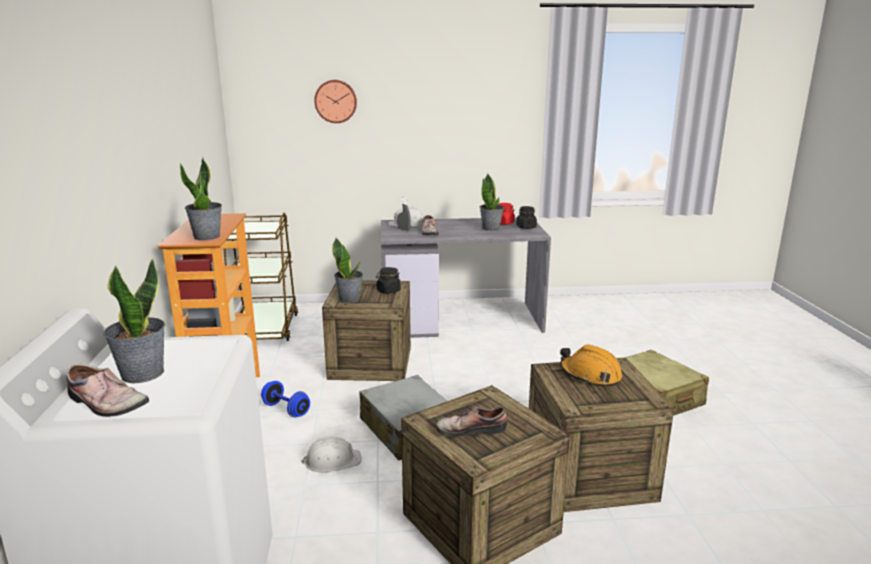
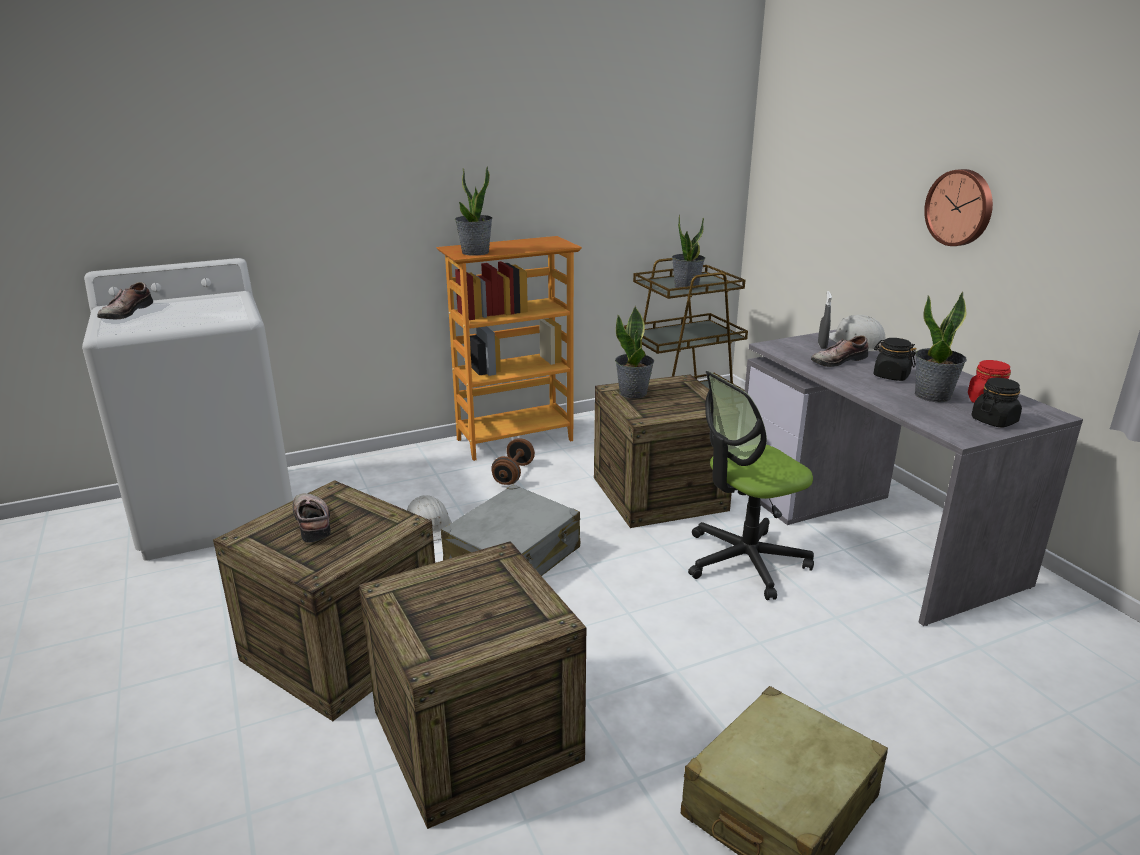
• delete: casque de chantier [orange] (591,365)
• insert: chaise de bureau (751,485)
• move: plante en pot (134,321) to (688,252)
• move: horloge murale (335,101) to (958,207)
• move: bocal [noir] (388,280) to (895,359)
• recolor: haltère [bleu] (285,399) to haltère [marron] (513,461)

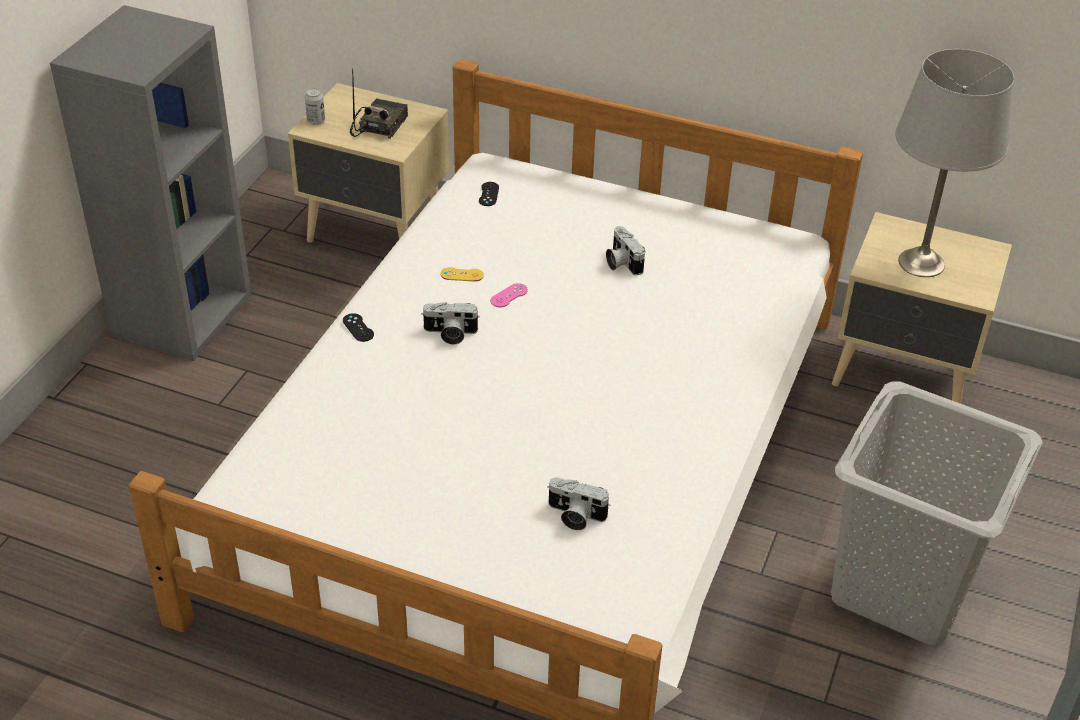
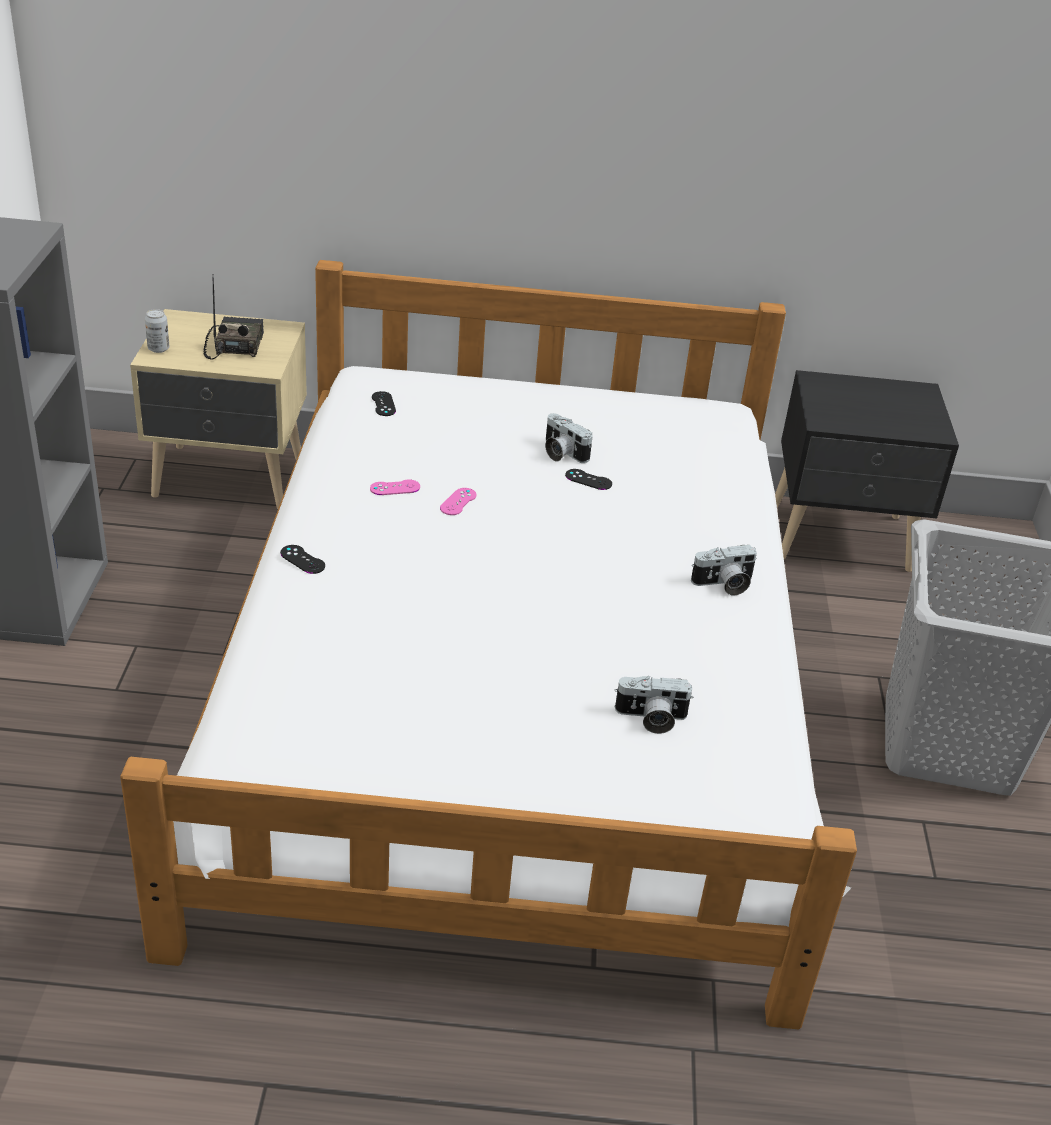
• delete: lampe de table [gris] (954,163)
• insert: manette [noir] (588,479)
• move: appareil photo (450,323) to (724,570)
• recolor: manette [jaune] (462,274) to manette [rose] (395,487)
• recolor: table de chevet [beige] (922,308) to table de chevet [noir] (867,471)

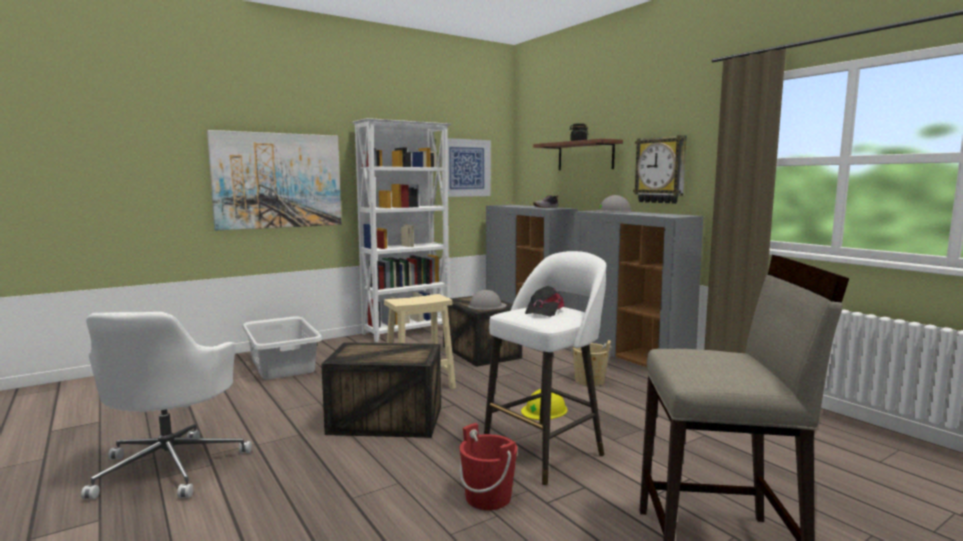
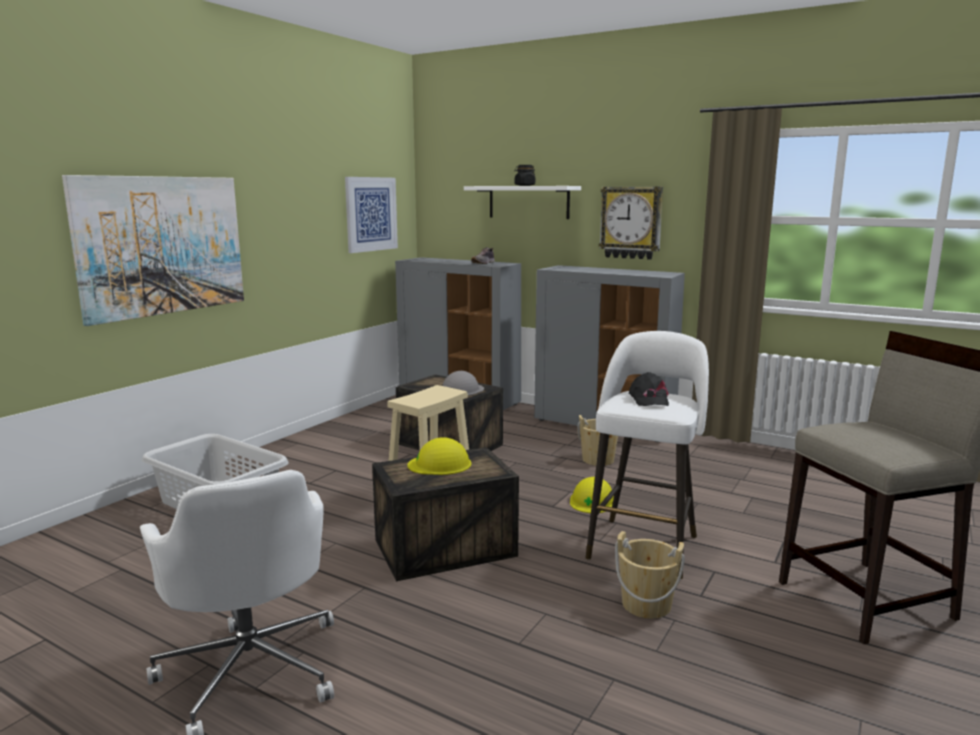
• delete: bibliothèque [blanc] (401,230)
• delete: casque de chantier [gris] (613,204)
• insert: casque de chantier [jaune] (439,456)
• recolor: seau [rouge] (488,466) to seau [beige] (650,575)
• recolor: étagère [marron] (578,154) to étagère [blanc] (522,202)

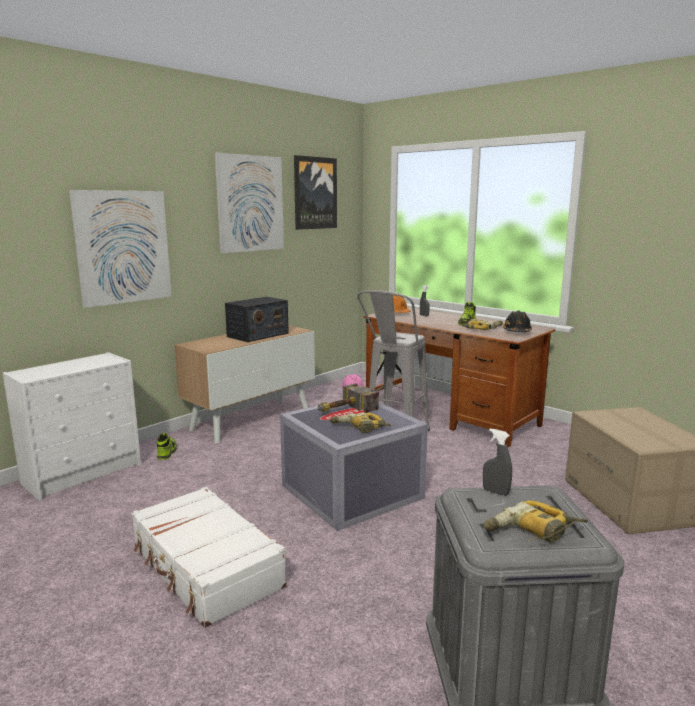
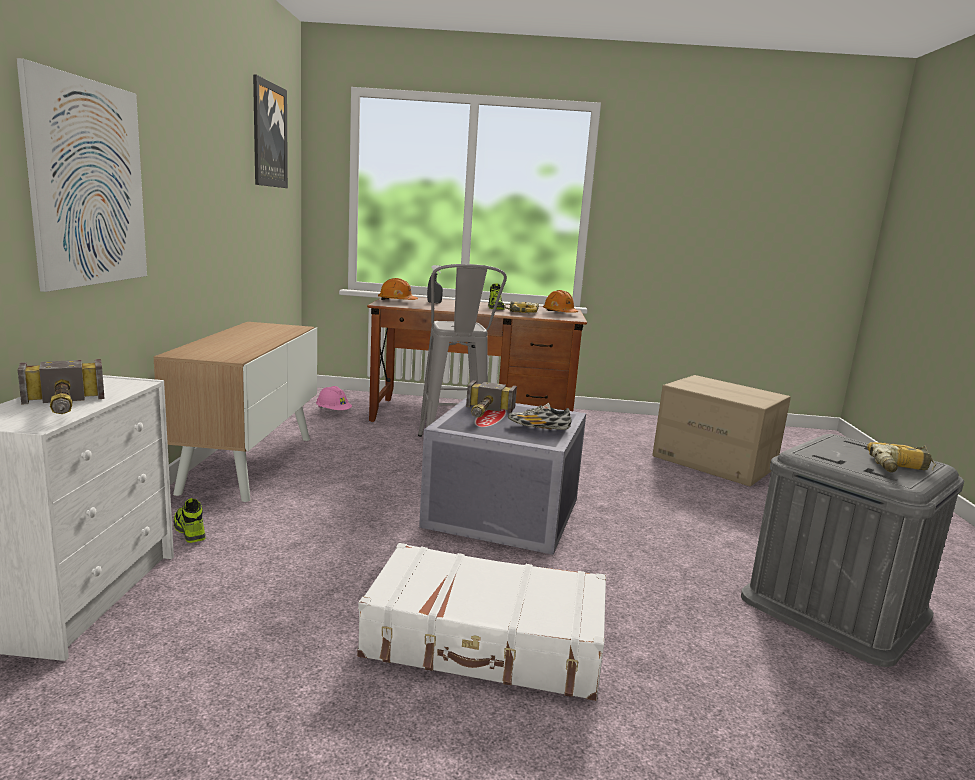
• delete: tableau (249,203)
• delete: radio (257,319)
• delete: vaporisateur [gris] (497,462)
• insert: marteau (61,386)
• replace: perceuse (360,422) to chaussure (540,416)
• recolor: casque de chantier [noir] (517,321) to casque de chantier [orange] (560,301)

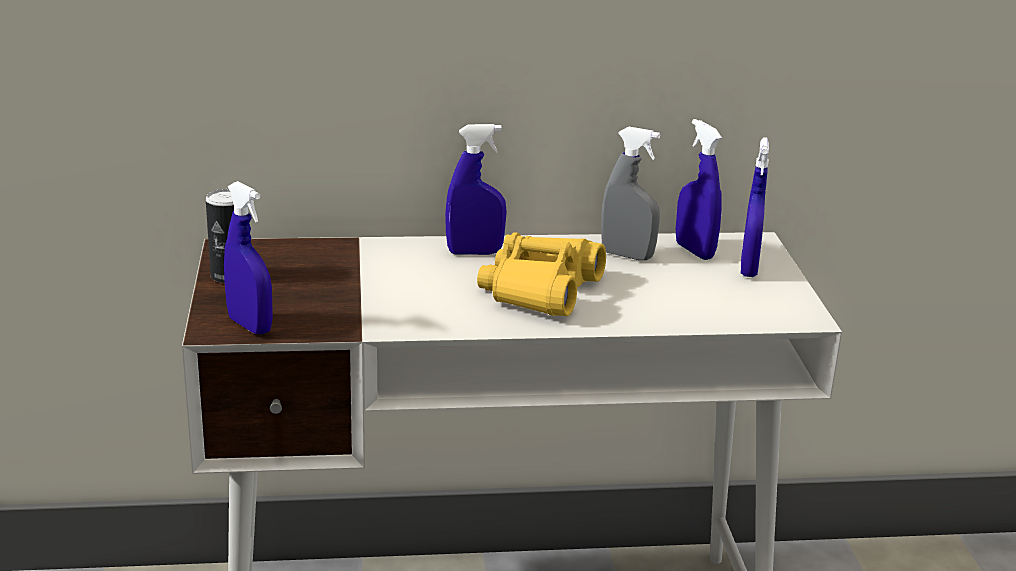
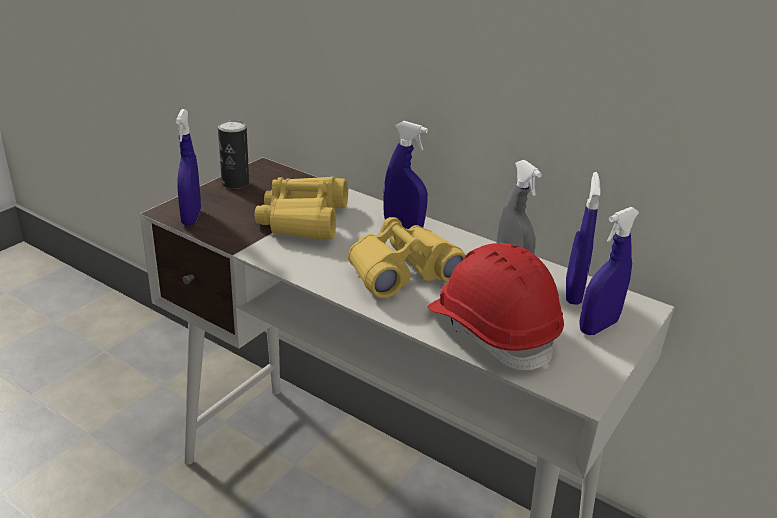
• insert: jumelles [jaune] (301,208)
• insert: casque de chantier [rouge] (496,306)

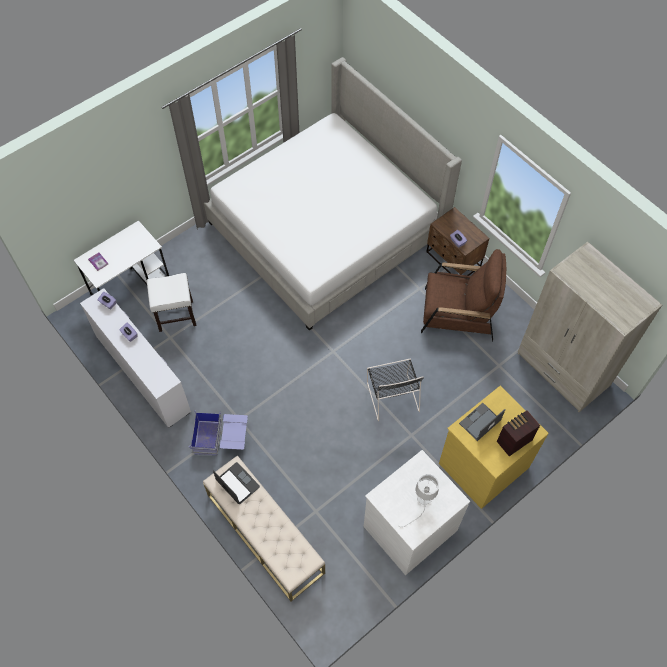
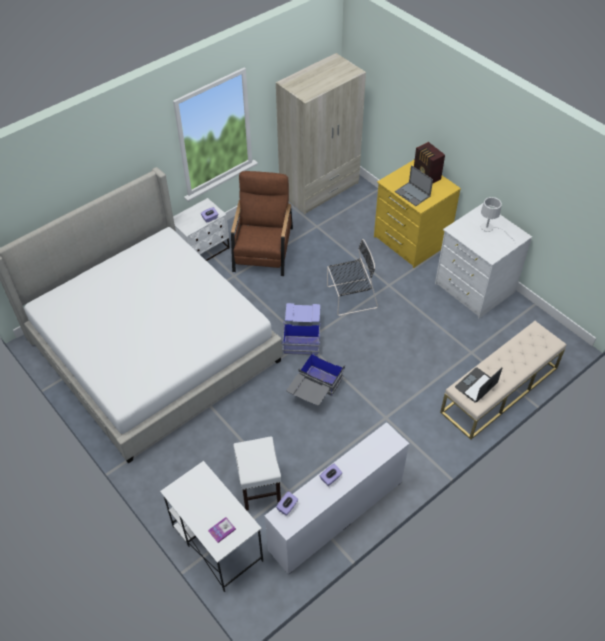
• insert: boîte de rangement [gris] (315,379)
• move: boîte de rangement [bleu] (218,432) to (301,329)
• recolor: table de chevet [marron] (458,241) to table de chevet [blanc] (201,229)

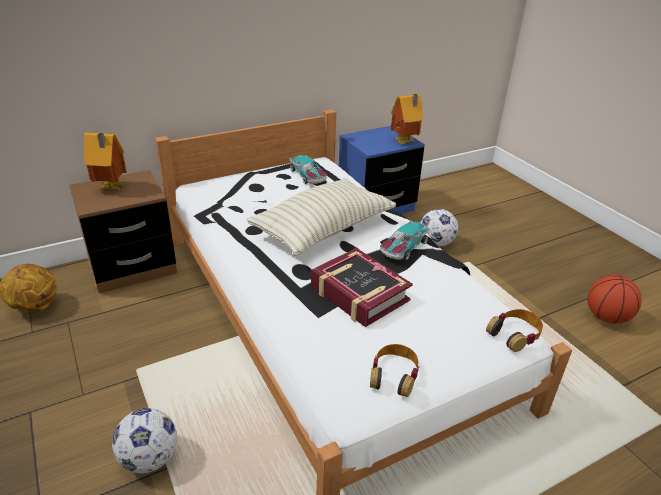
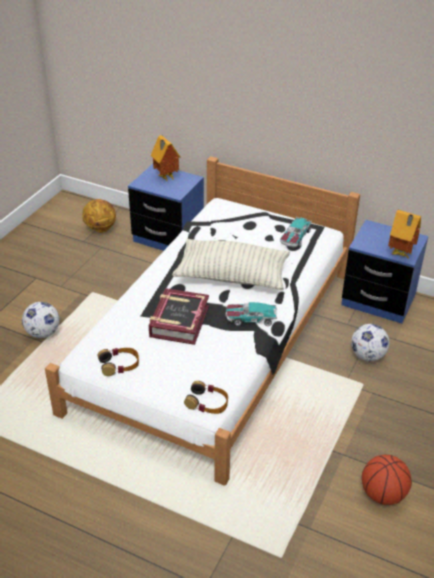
• recolor: table de chevet [marron] (123,231) to table de chevet [bleu] (166,207)

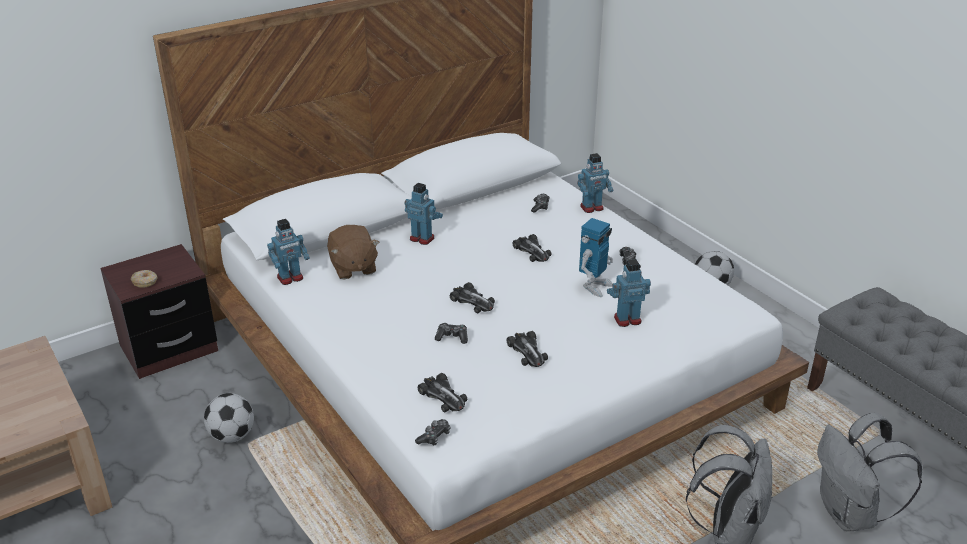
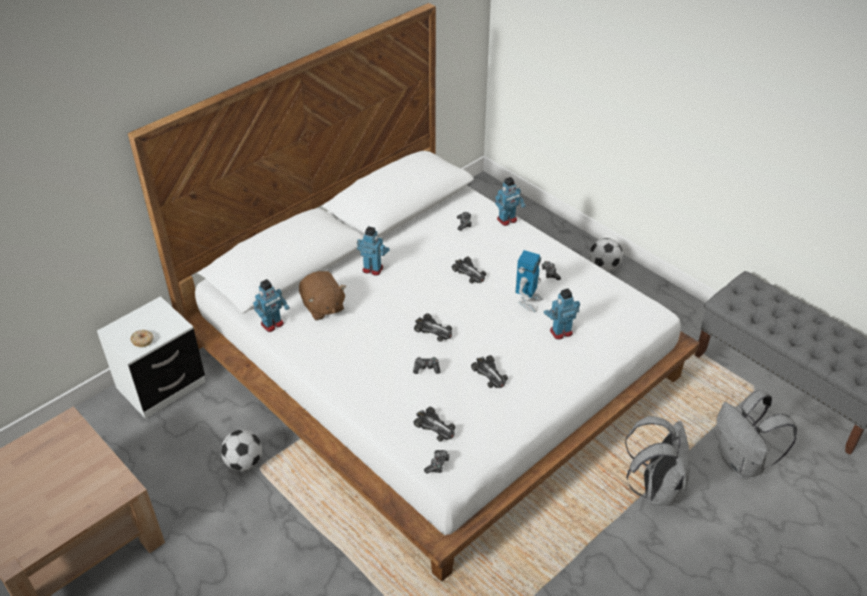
• recolor: table de chevet [marron] (159,311) to table de chevet [blanc] (151,357)

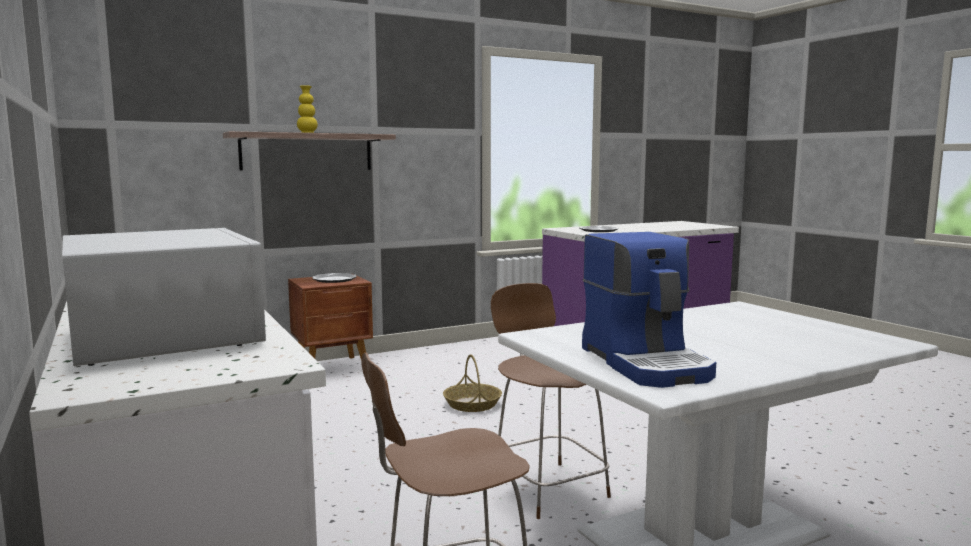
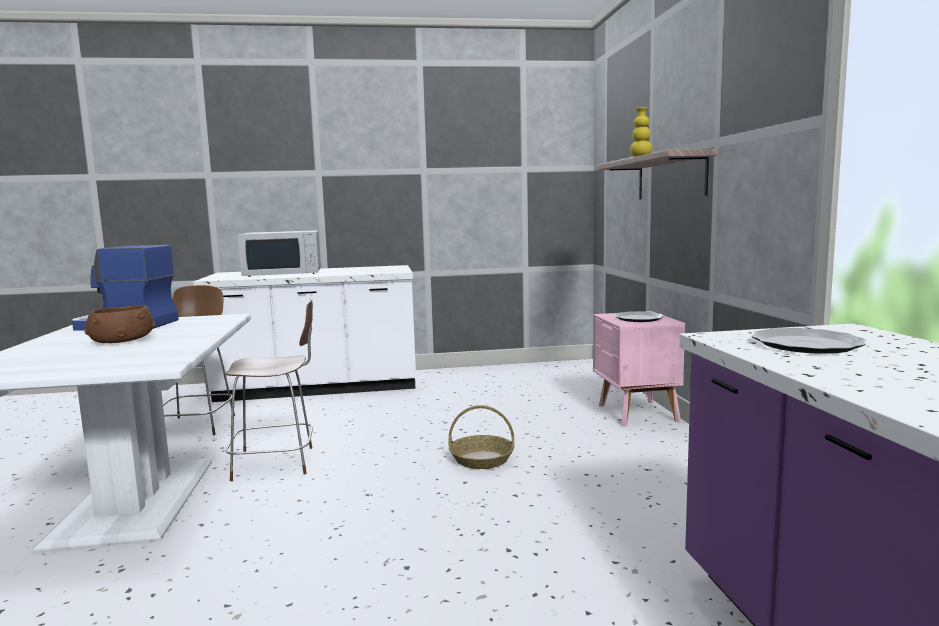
• insert: bol [marron] (120,324)
• recolor: table de chevet [marron] (330,317) to table de chevet [rose] (639,368)

